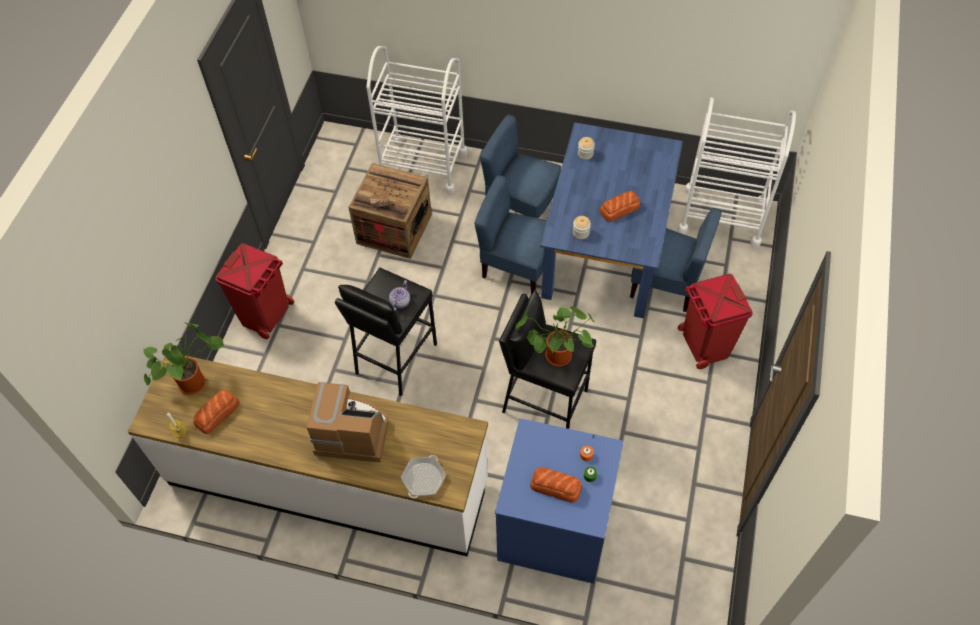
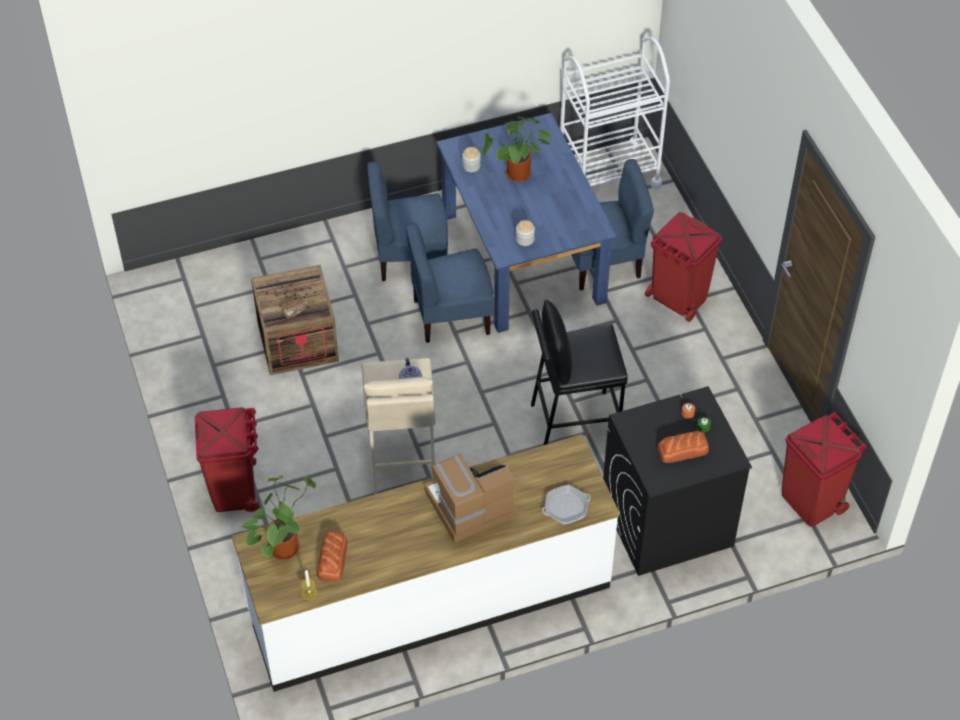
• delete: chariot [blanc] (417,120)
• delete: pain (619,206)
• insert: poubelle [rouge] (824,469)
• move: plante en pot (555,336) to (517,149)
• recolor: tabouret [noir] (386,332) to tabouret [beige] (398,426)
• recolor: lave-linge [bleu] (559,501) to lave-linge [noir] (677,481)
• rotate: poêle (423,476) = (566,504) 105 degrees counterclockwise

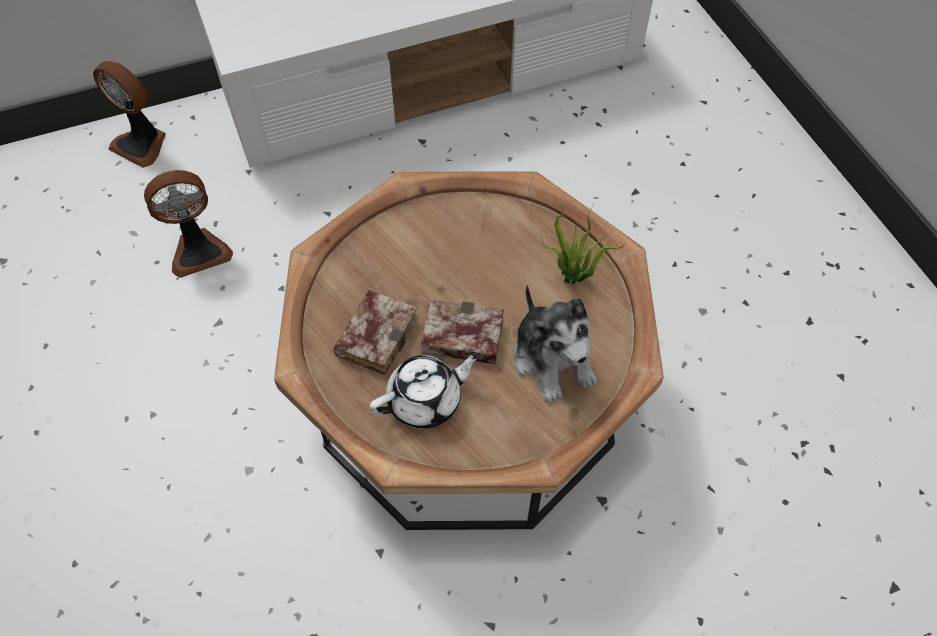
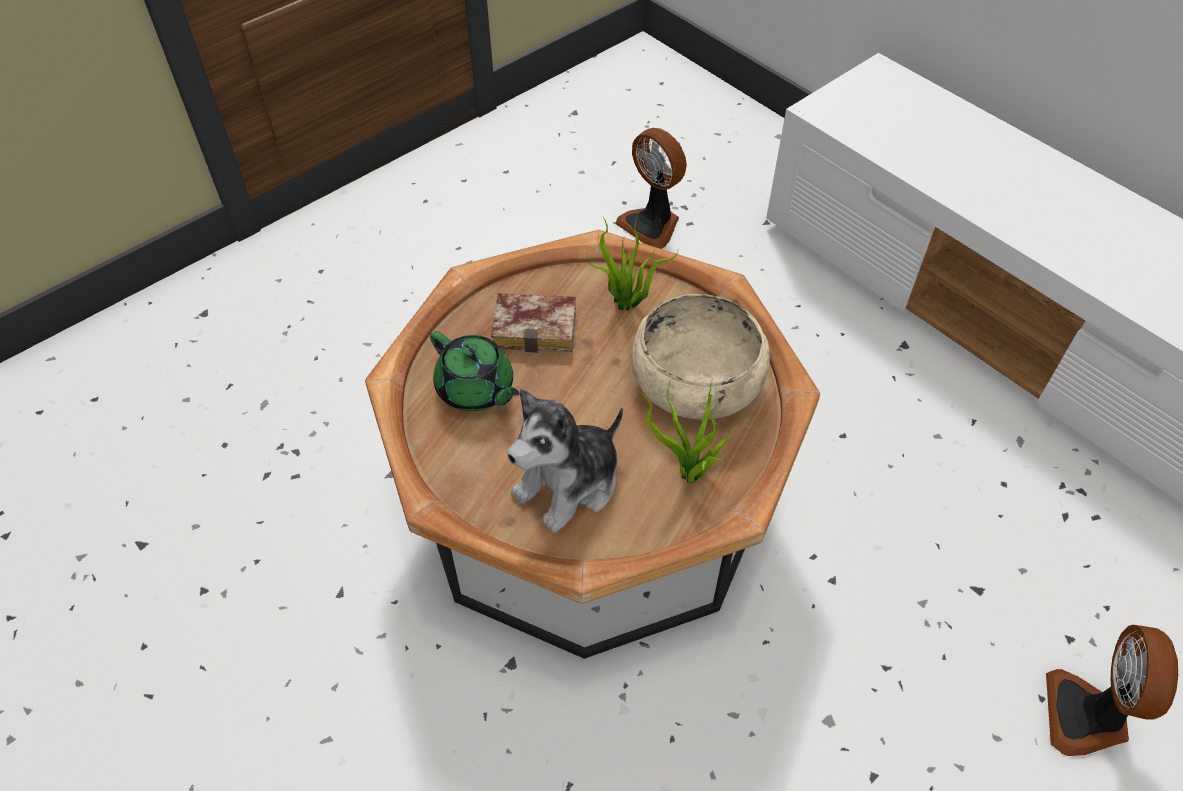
• delete: livre (462,331)
• insert: plante en pot (632,260)
• insert: bol [beige] (700,357)
• move: ventilateur (129,114) to (1112,690)
• recolor: théière [blanc] (425,391) to théière [vert] (475,371)

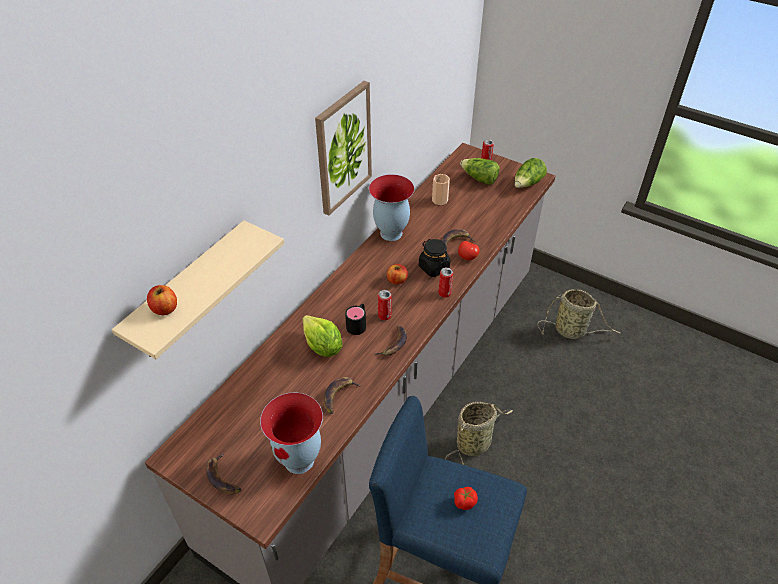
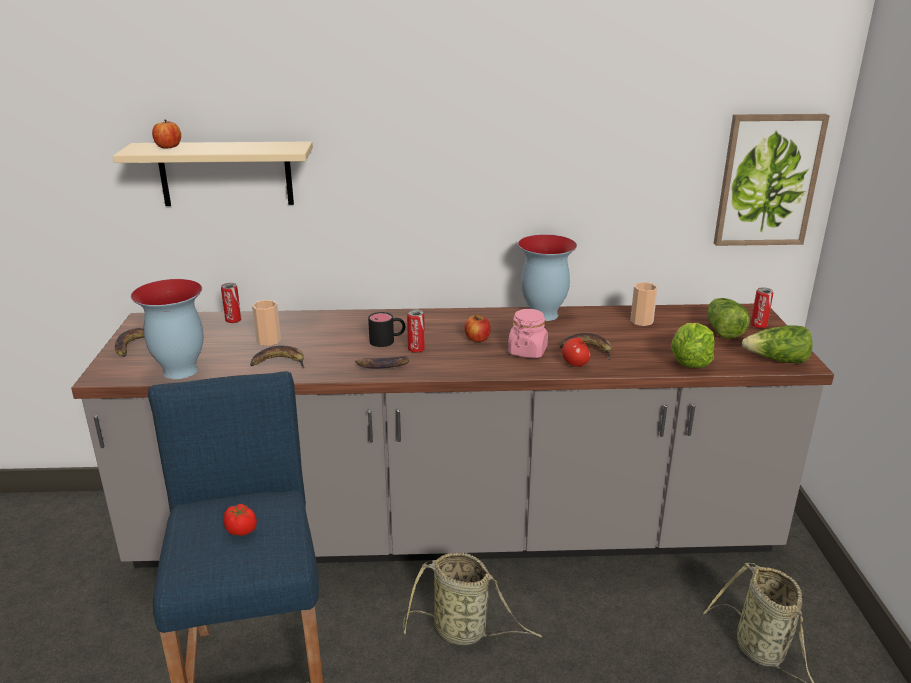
• insert: tasse (266,323)
• move: laitue (322,336) to (693,345)
• move: tableau (343,148) to (772,180)
• move: boîte métallique (445,283) to (231,303)
• recolor: bocal [noir] (434,258) to bocal [rose] (528,333)

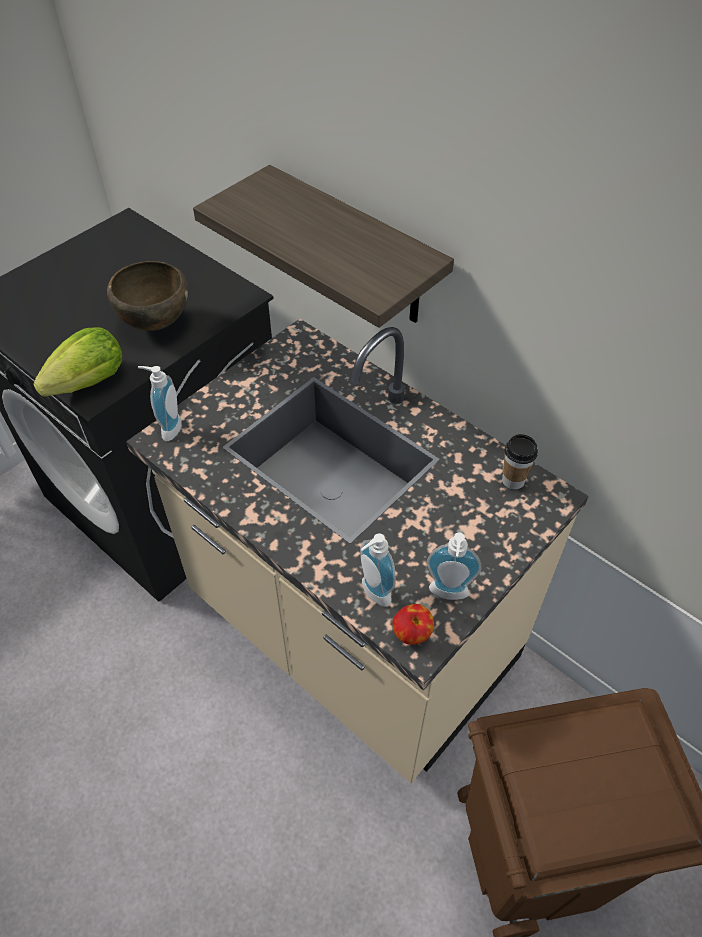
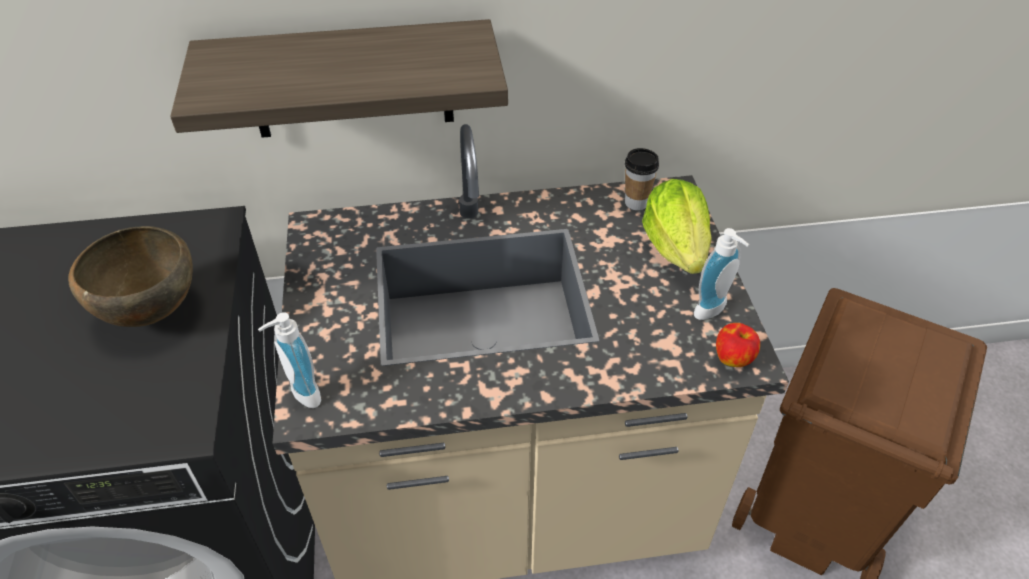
• delete: distributeur de savon (378,570)
• move: laitue (78,361) to (677,226)

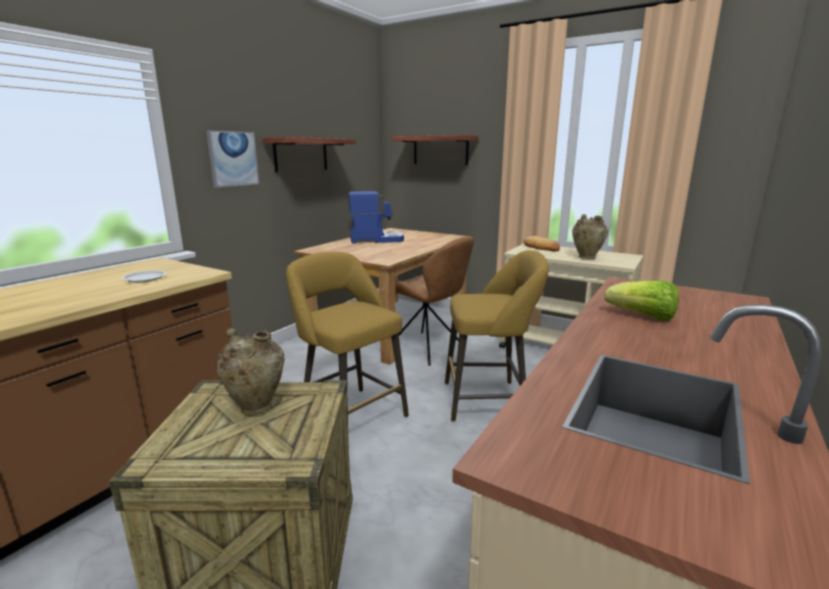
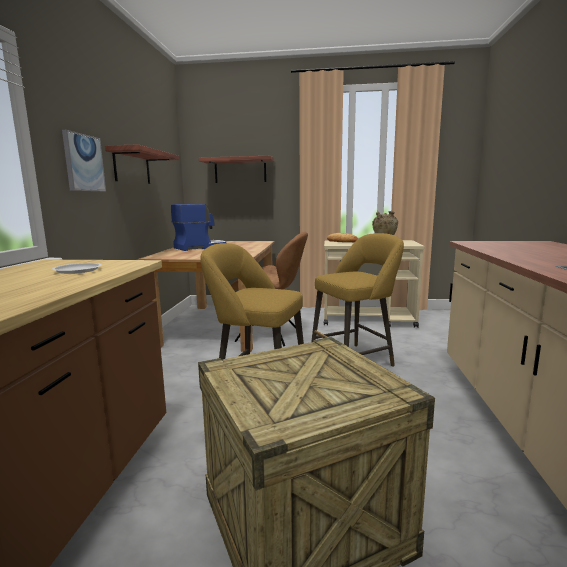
• delete: vase [beige] (250,371)
• delete: laitue (642,301)

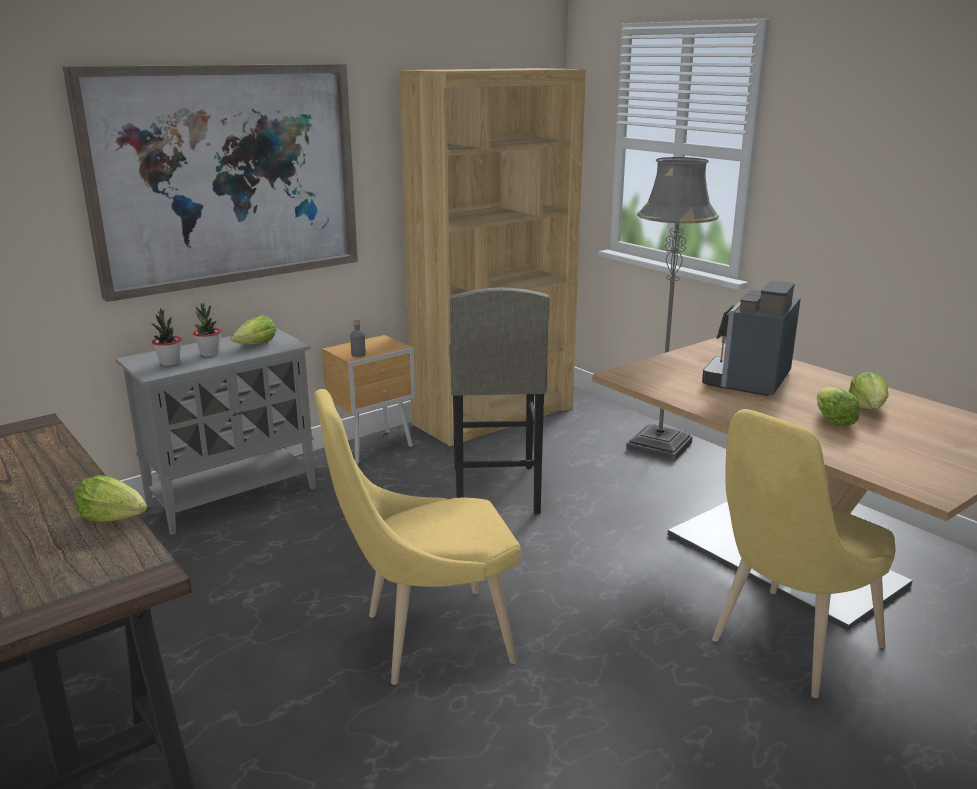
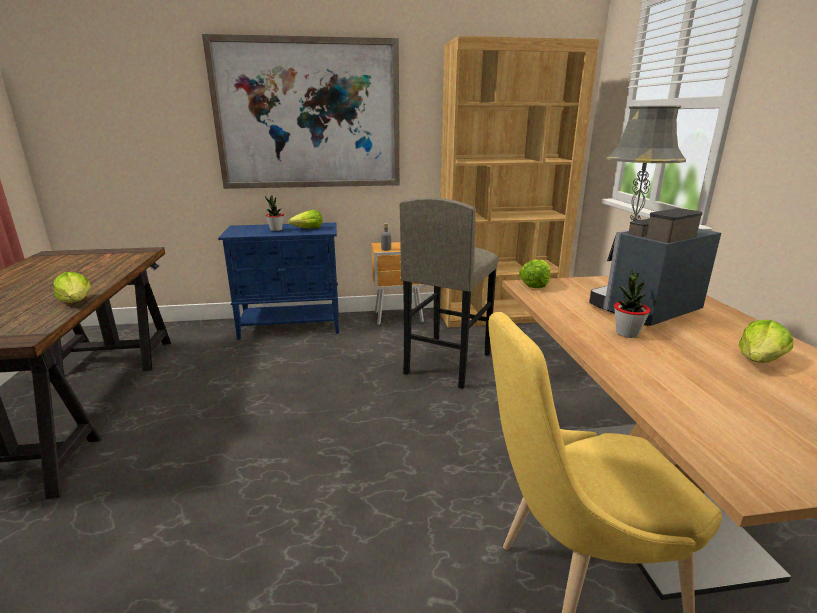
• delete: chaise [jaune] (418,537)
• move: plante en pot (166,336) to (632,303)
• move: laitue (838,406) to (534,274)
• recolor: meuble de rangement [gris] (216,431) to meuble de rangement [bleu] (278,281)

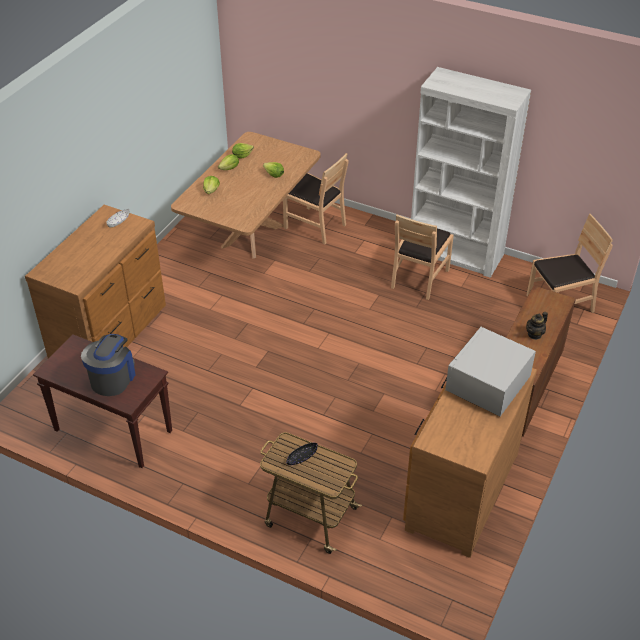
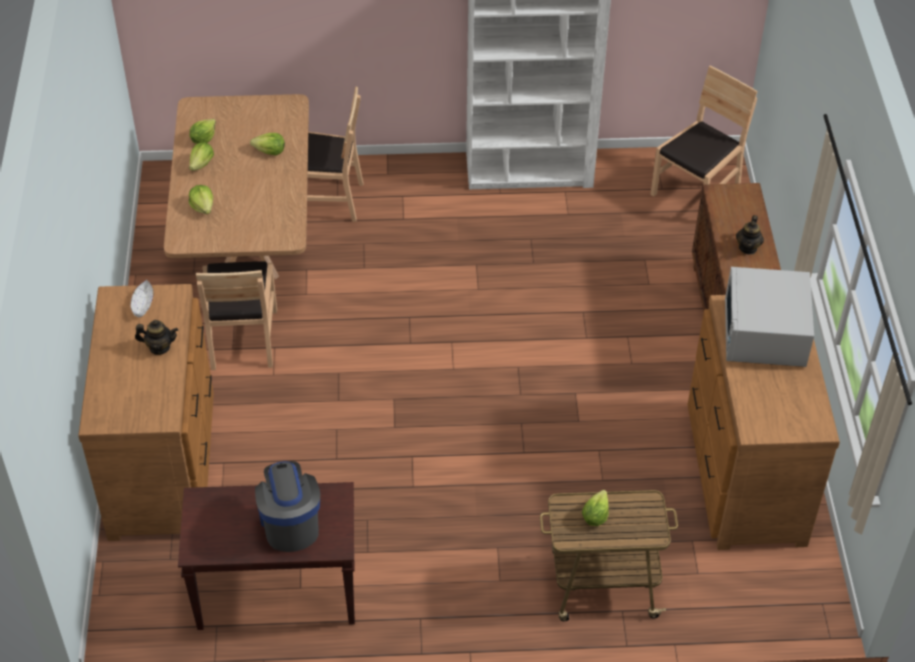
• insert: théière (156,337)
• move: chaise [marron] (422,257) to (236,315)
• replace: bol [noir] (302,454) to laitue (595,508)

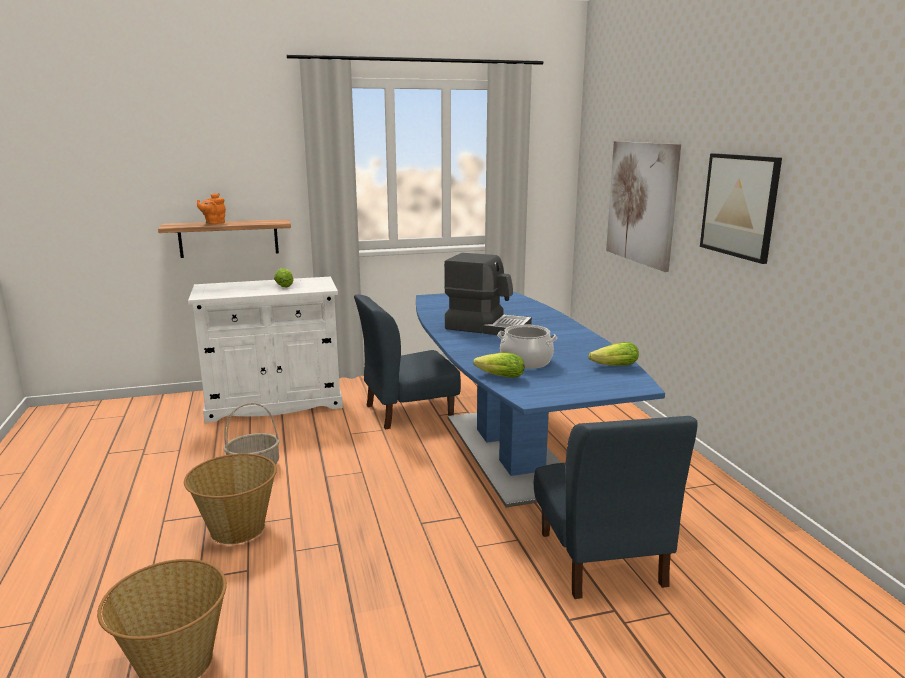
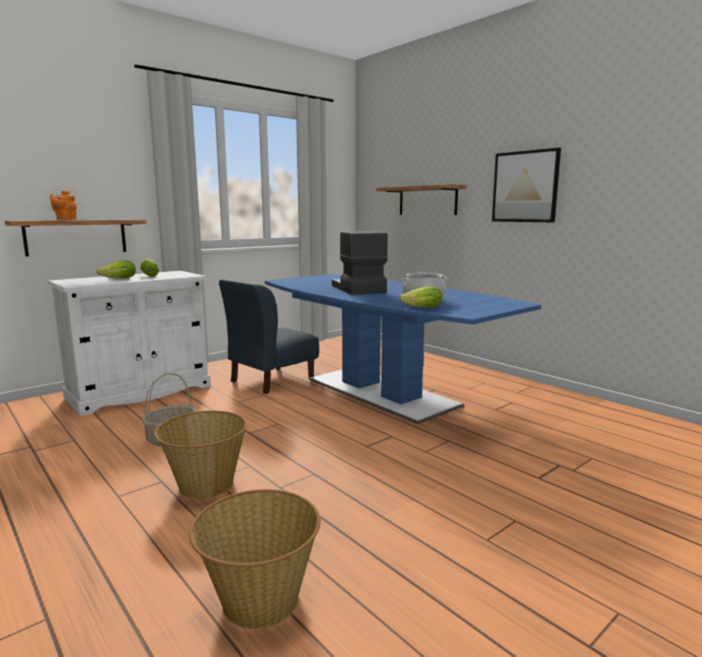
• delete: chaise [bleu] (615,507)
• move: laitue (613,354) to (116,269)
• replace: tableau (643,206) to étagère (421,199)
• rotate: machine à café (488,294) = (360,263) 105 degrees counterclockwise

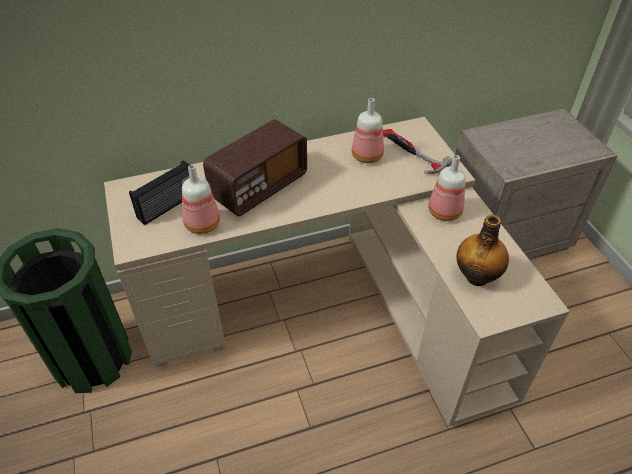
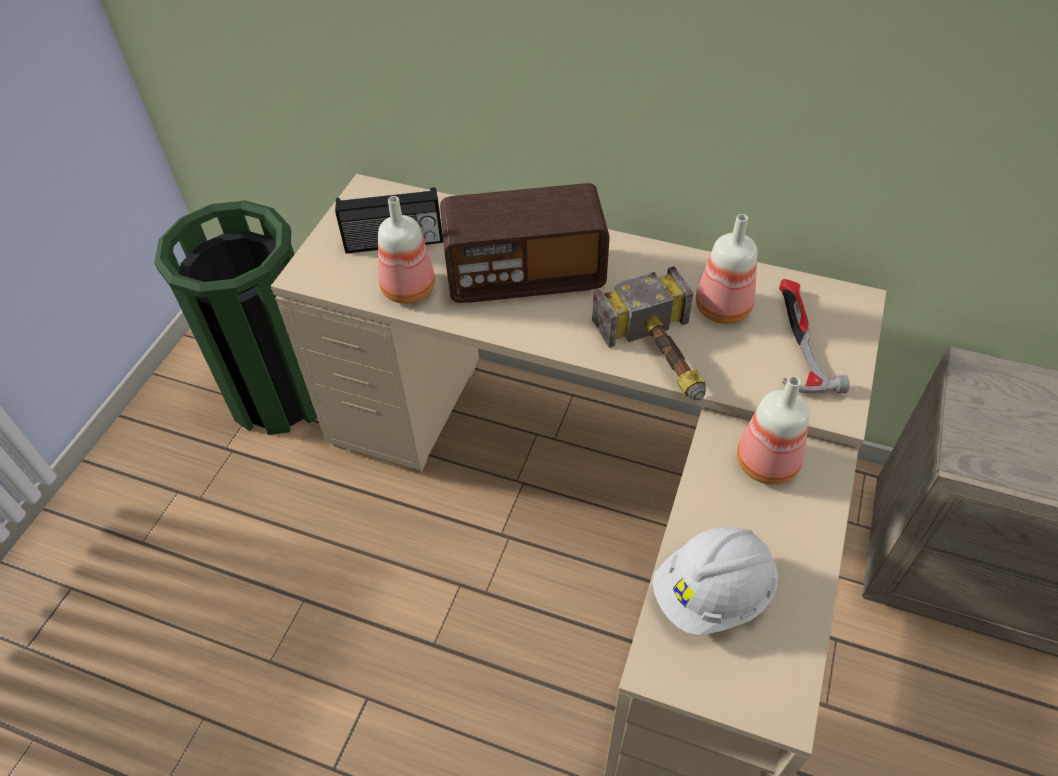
• insert: marteau (649,333)
• replace: bouteille (483,250) to casque de chantier [blanc] (715,581)

